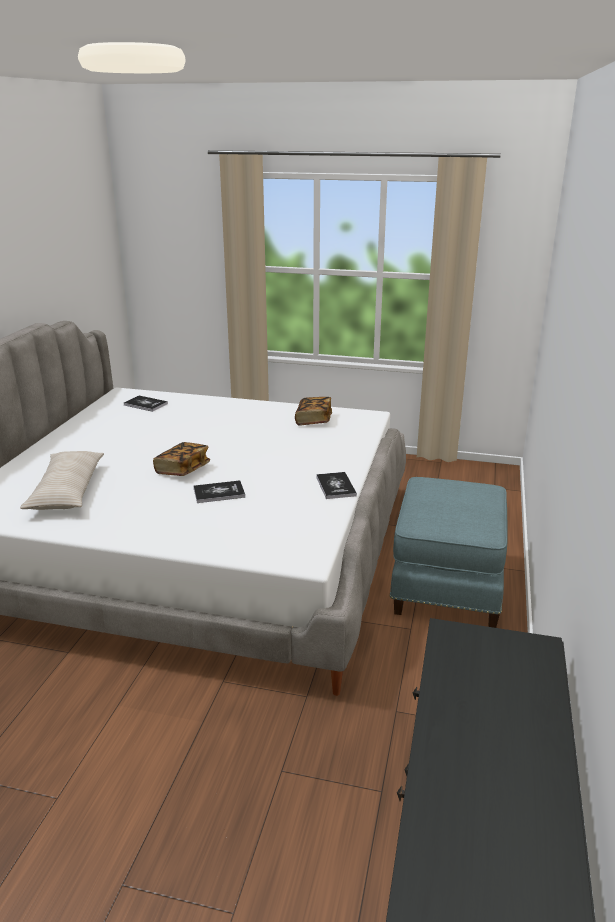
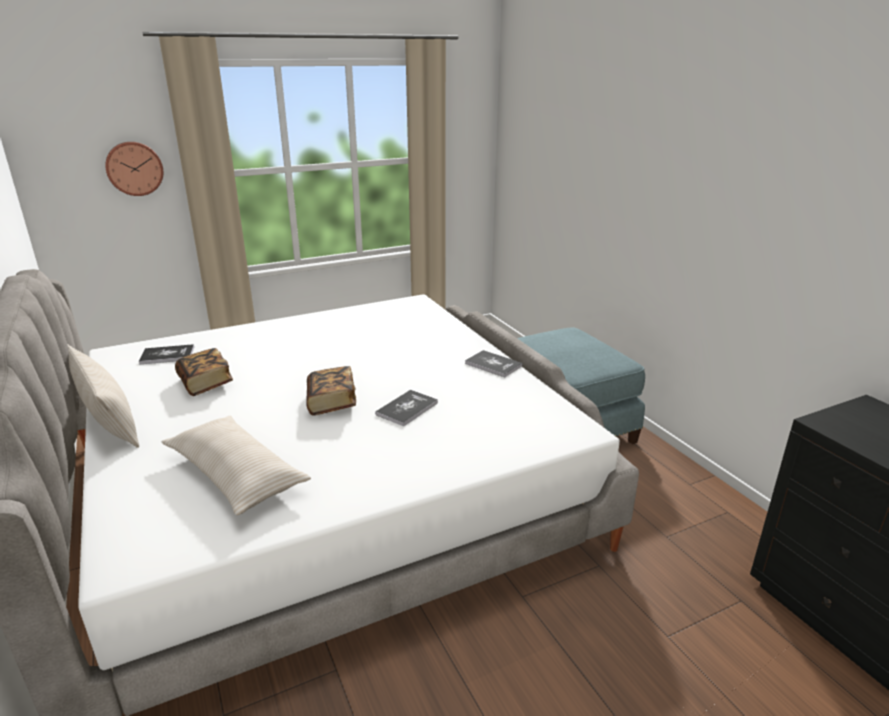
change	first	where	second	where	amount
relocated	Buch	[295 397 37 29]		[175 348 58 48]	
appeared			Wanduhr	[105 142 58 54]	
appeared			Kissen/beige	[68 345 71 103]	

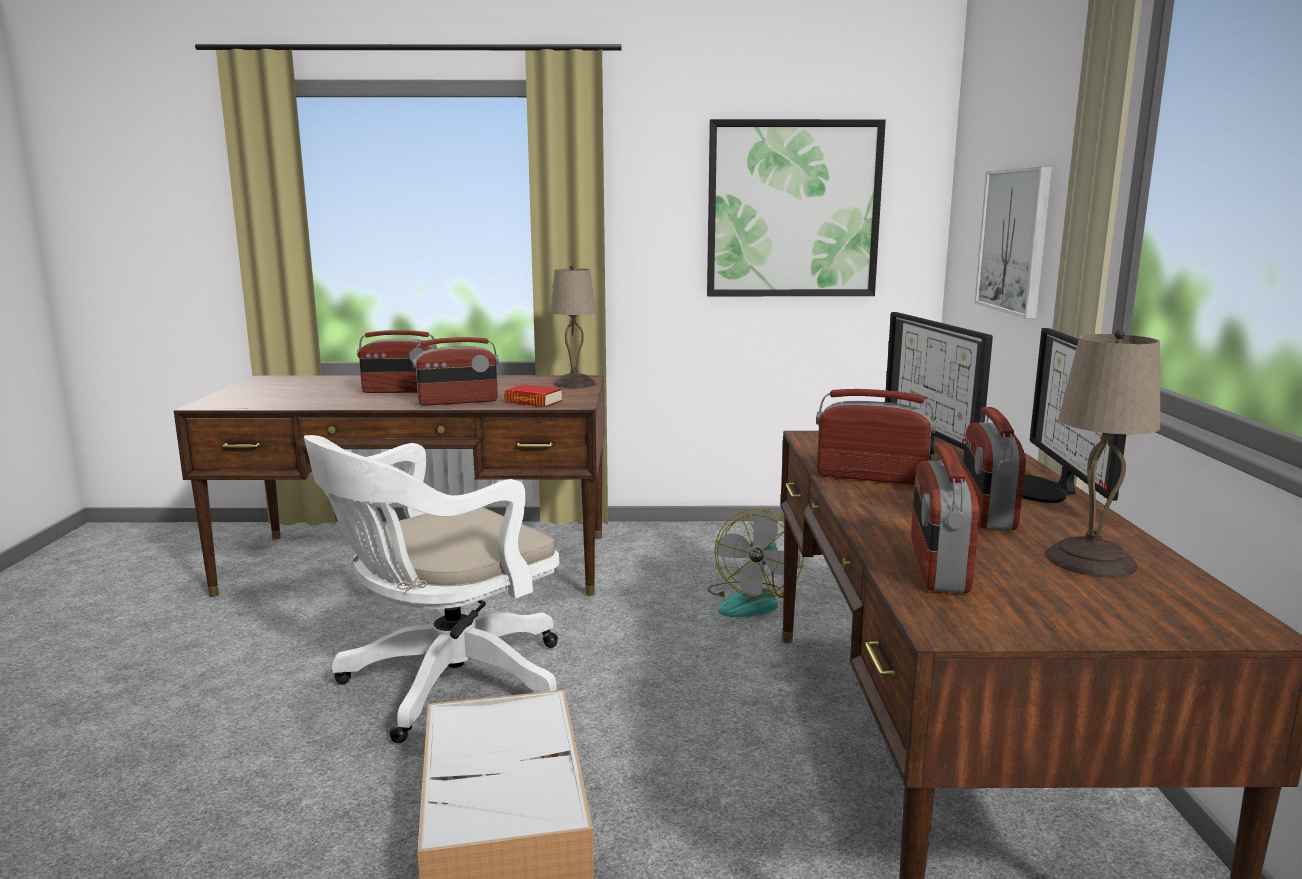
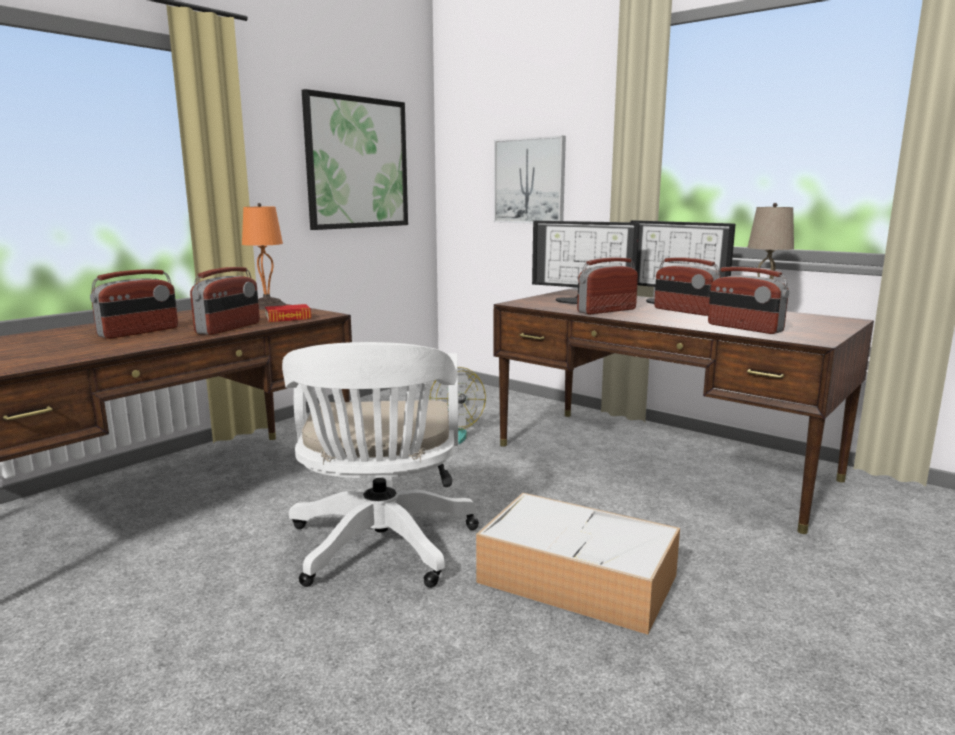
change	first	where	second	where	amount
colour	Tischlampe/beige	[550 265 46 123]	Tischlampe/orange	[242 203 44 107]	

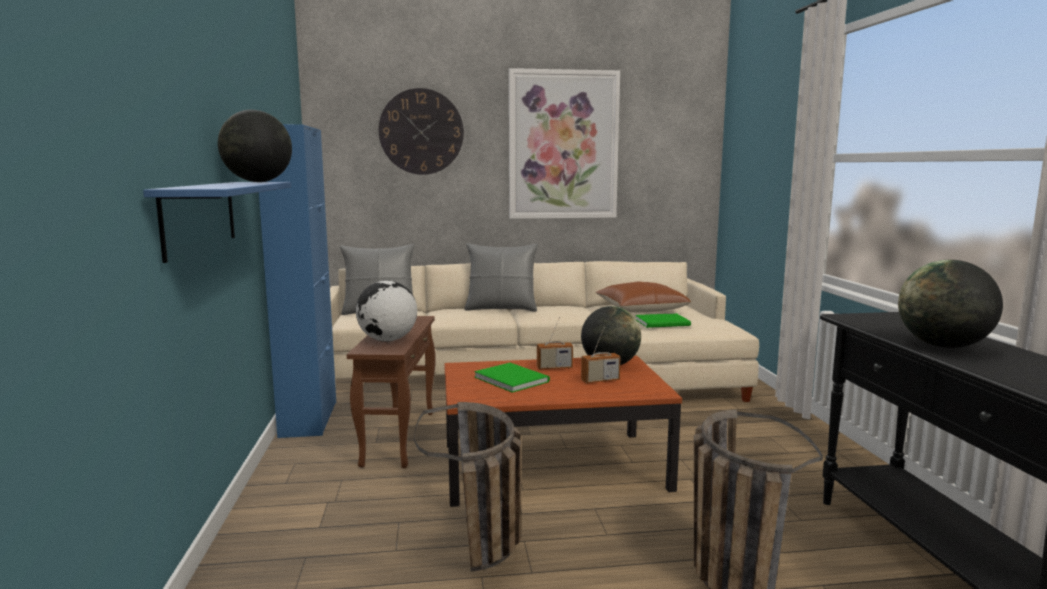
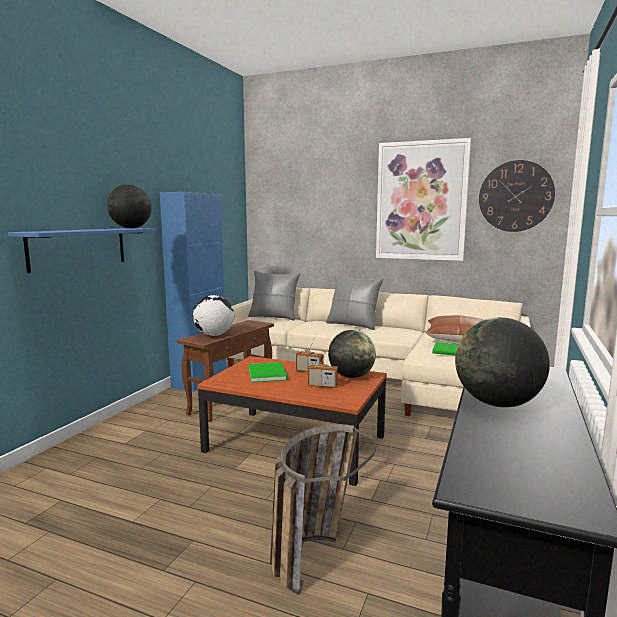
change	first	where	second	where	amount
relocated	Wanduhr	[379 88 85 87]		[479 160 76 72]	
missing	Korb	[414 402 107 170]			

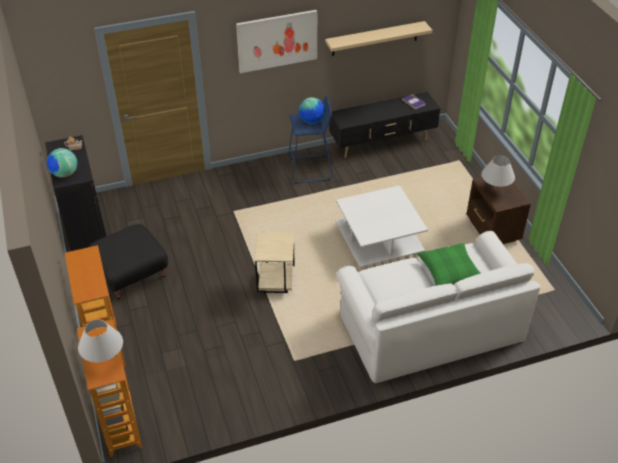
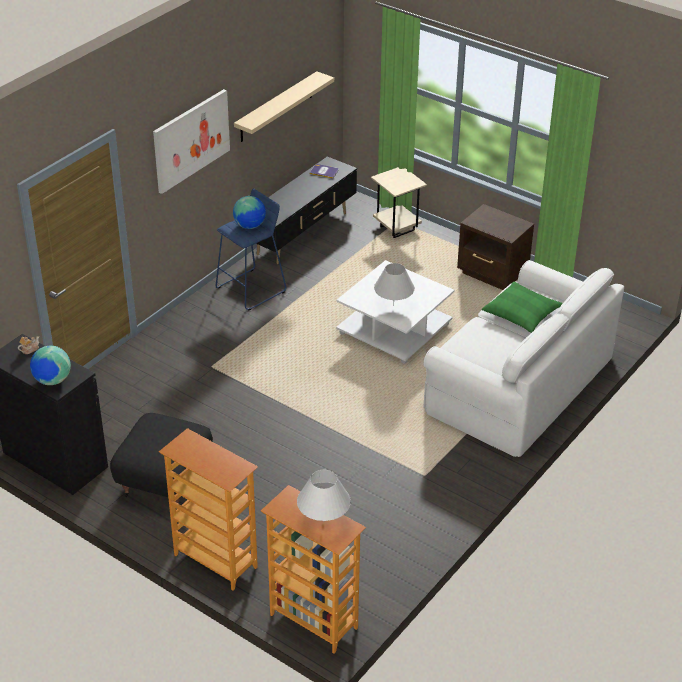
change	first	where	second	where	amount
relocated	Tischlampe/weiß	[481 155 34 35]		[374 263 41 43]	
relocated	Beistelltisch/beige	[254 232 41 61]		[371 167 56 71]	

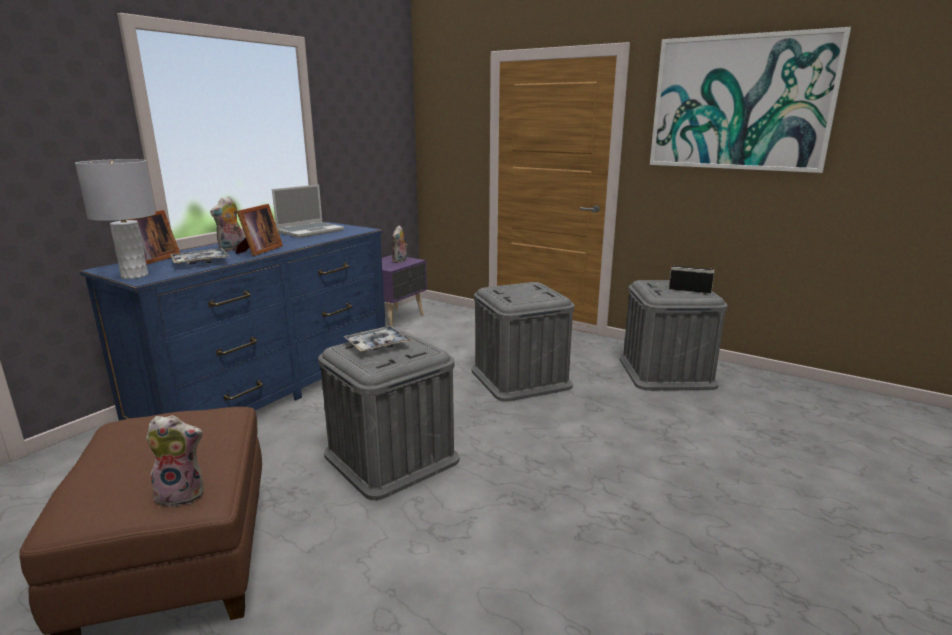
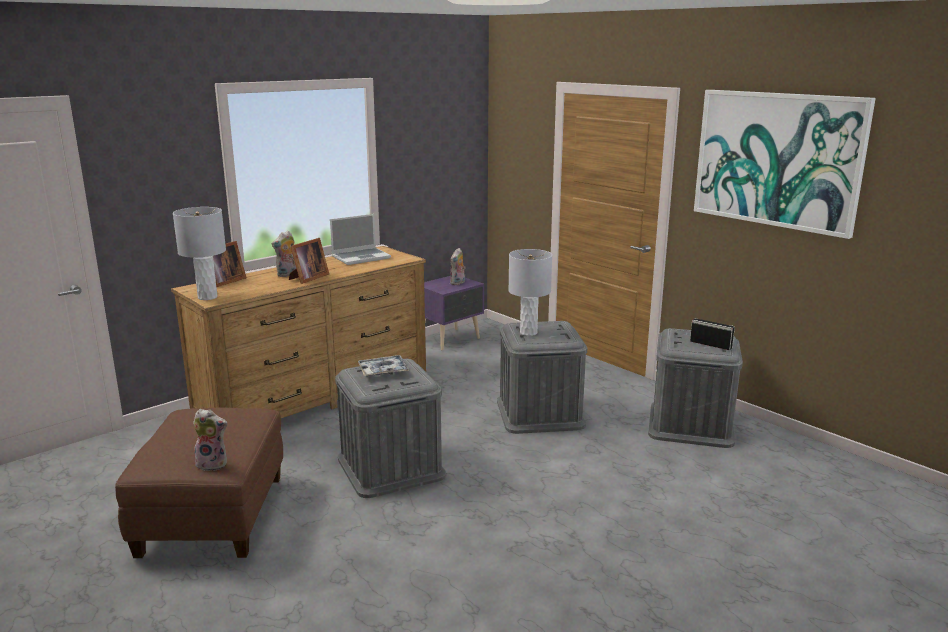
change	first	where	second	where	amount
colour	Kommode/blau	[80 222 305 199]	Kommode/braun	[171 246 255 172]	
missing	Tablett	[170 248 59 17]			
appeared			Tischlampe/grau	[508 249 44 87]	

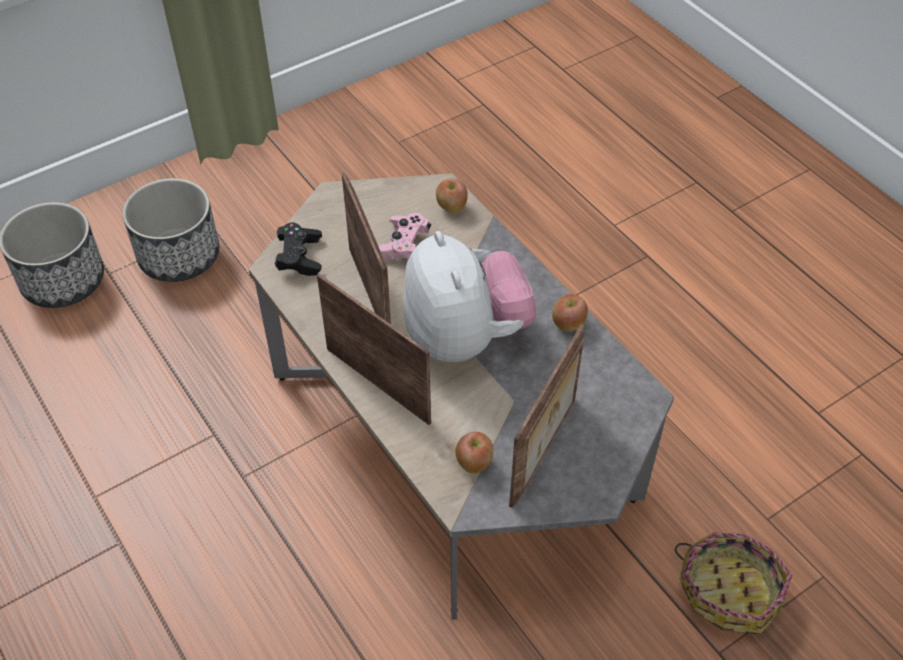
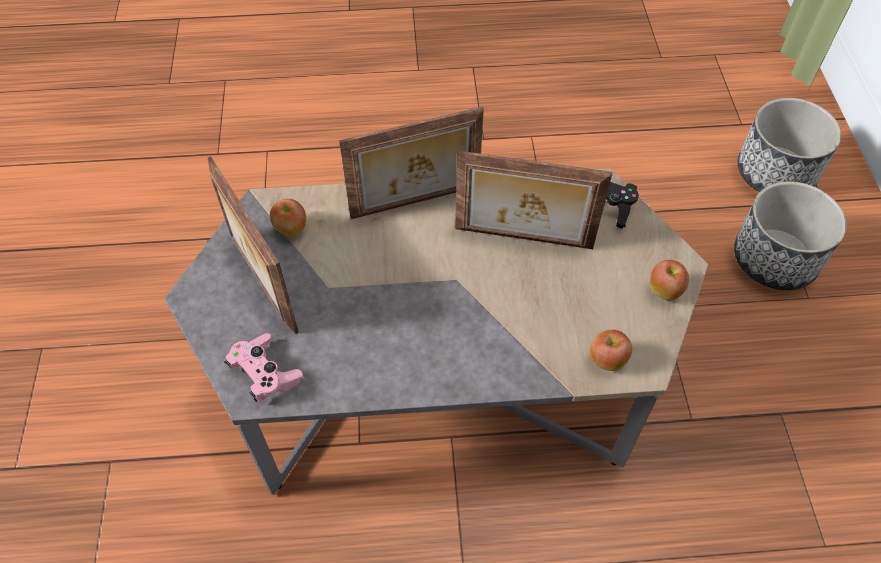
change	first	where	second	where	amount
relocated	Gamepad/rosa	[378 213 53 47]		[225 333 79 70]	
missing	Plüschtier	[403 231 133 131]			
relocated	Apfel	[552 294 36 37]		[650 260 39 40]	
missing	Korb	[675 532 117 103]			

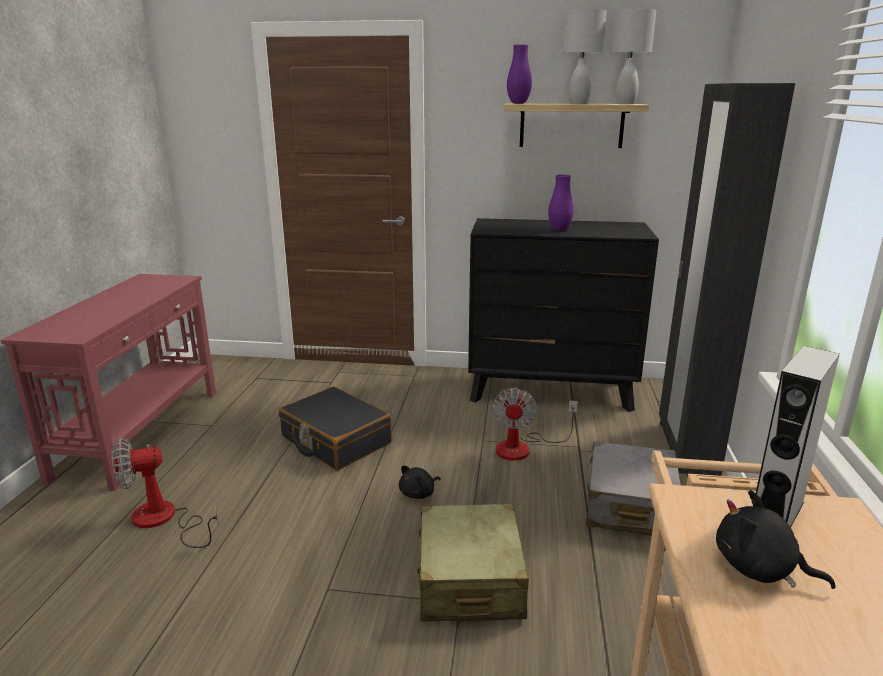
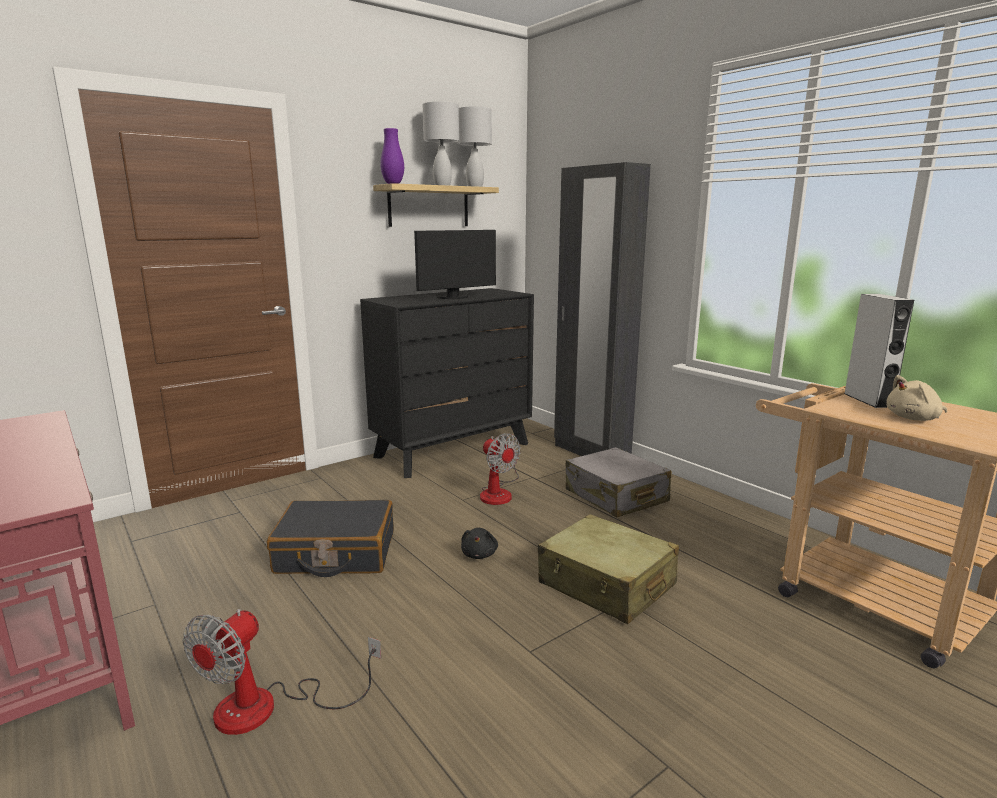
change	first	where	second	where	amount
exchanged	Vase/lila	[548 175 26 56]	Monitor	[414 230 82 69]	
colour	Plüschtier/schwarz	[716 490 120 99]	Plüschtier/beige	[886 375 62 46]	

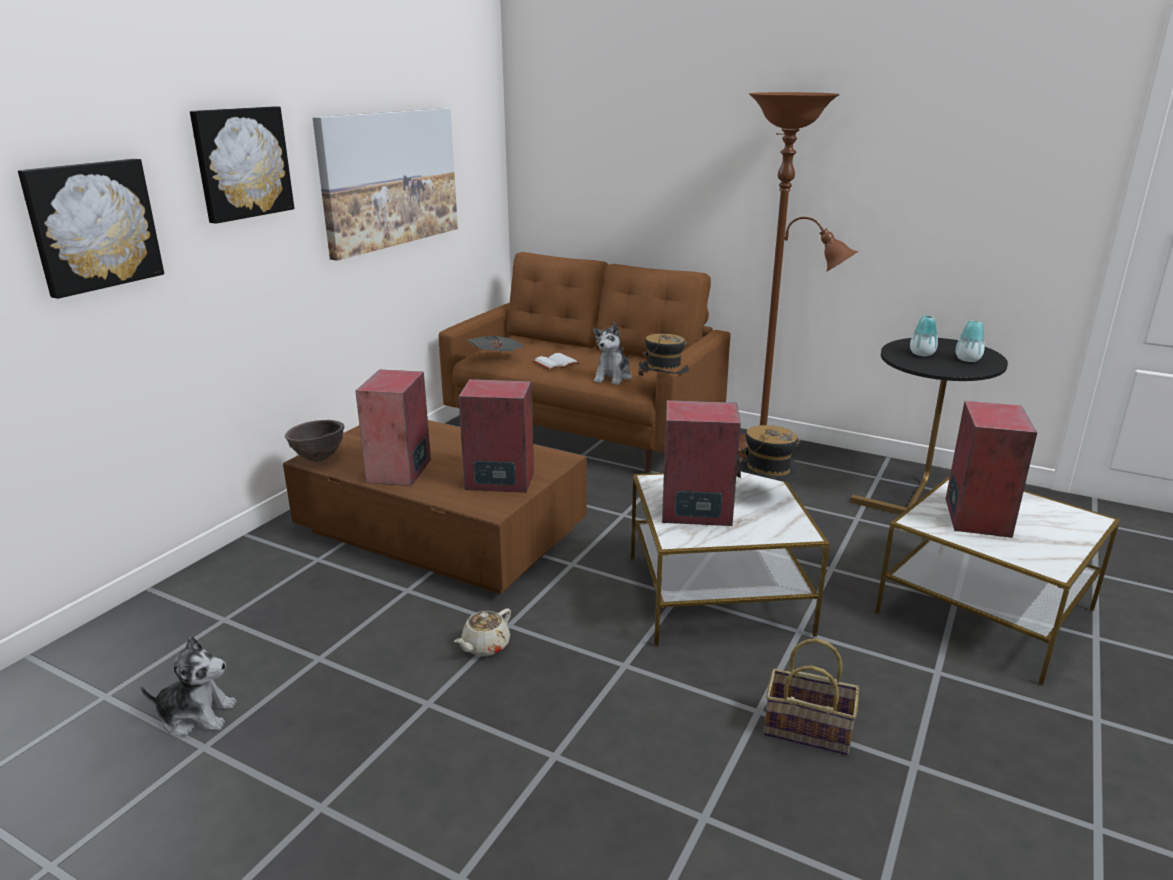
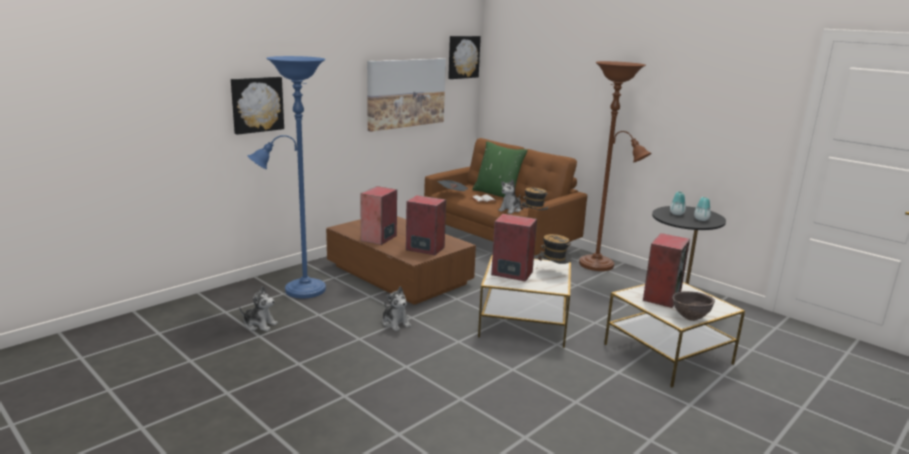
change	first	where	second	where	amount
relocated	Bild	[190 106 104 118]		[448 36 33 43]	
relocated	Schüssel/braun	[285 420 59 42]		[672 291 43 30]	
exchanged	Teekanne/beige	[454 608 57 48]	Plüschtier	[382 286 29 45]	
missing	Korb	[764 638 95 117]			
appeared			Stehlampe/blau	[247 56 79 242]	
appeared			Kissen/grün	[473 141 55 56]	

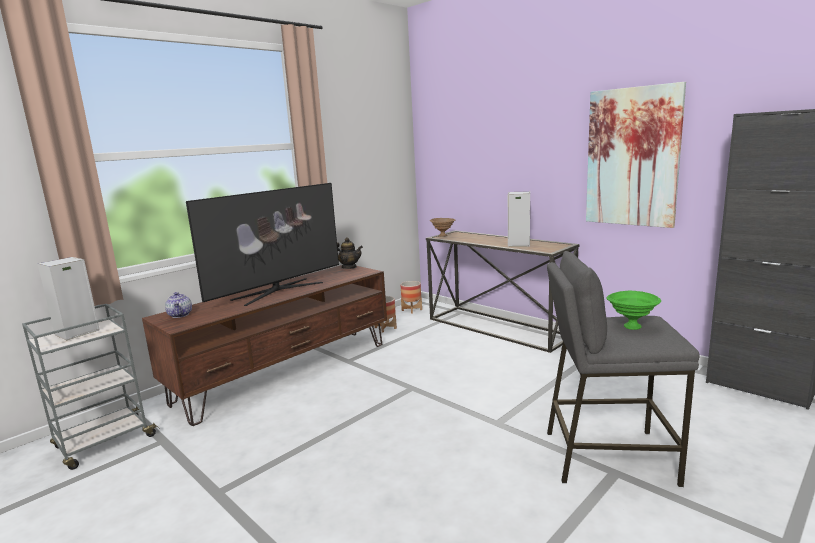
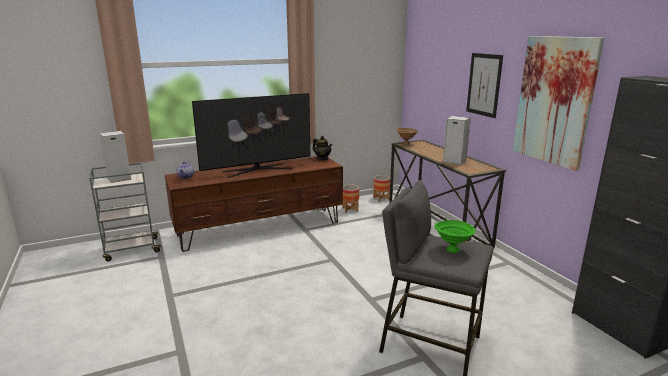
change	first	where	second	where	amount
appeared			Bild	[466 53 37 65]	

